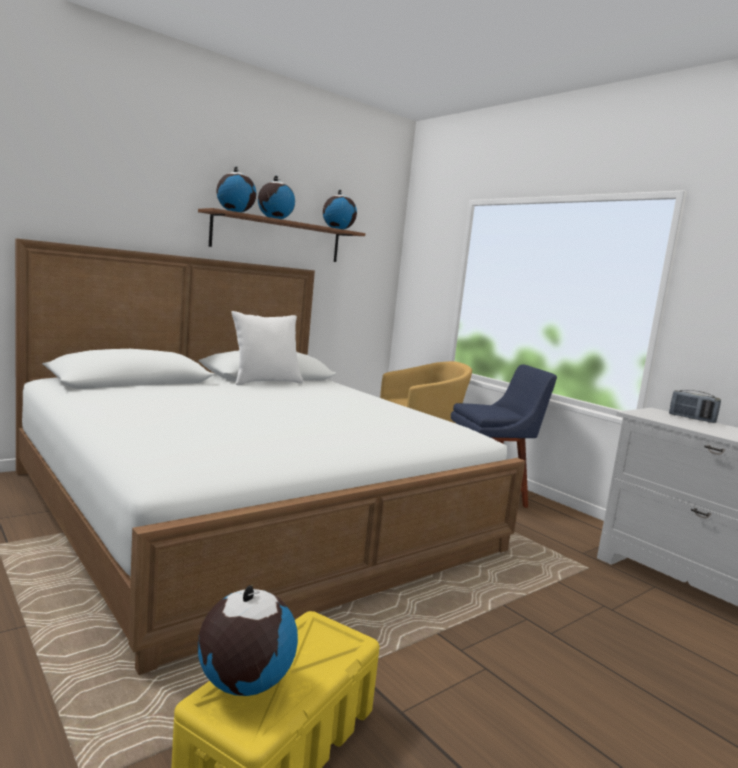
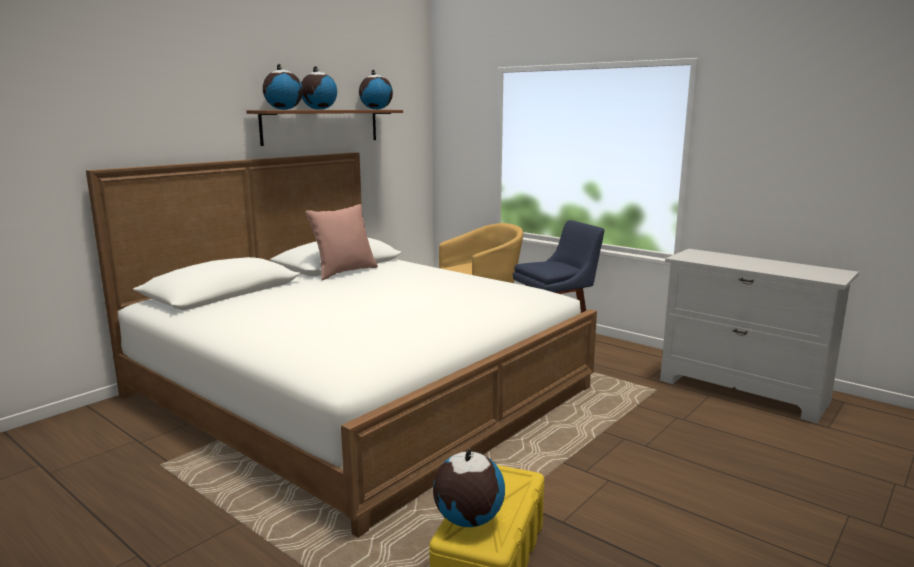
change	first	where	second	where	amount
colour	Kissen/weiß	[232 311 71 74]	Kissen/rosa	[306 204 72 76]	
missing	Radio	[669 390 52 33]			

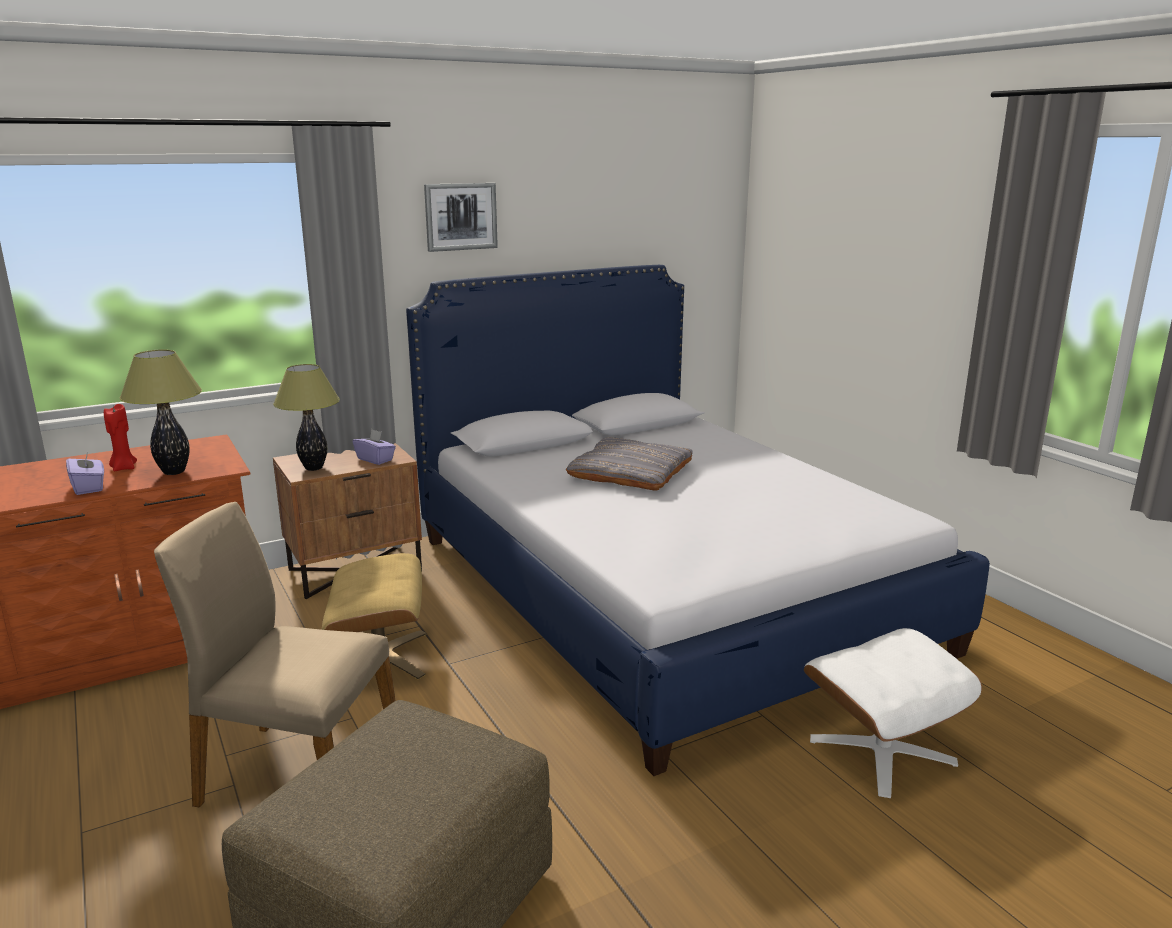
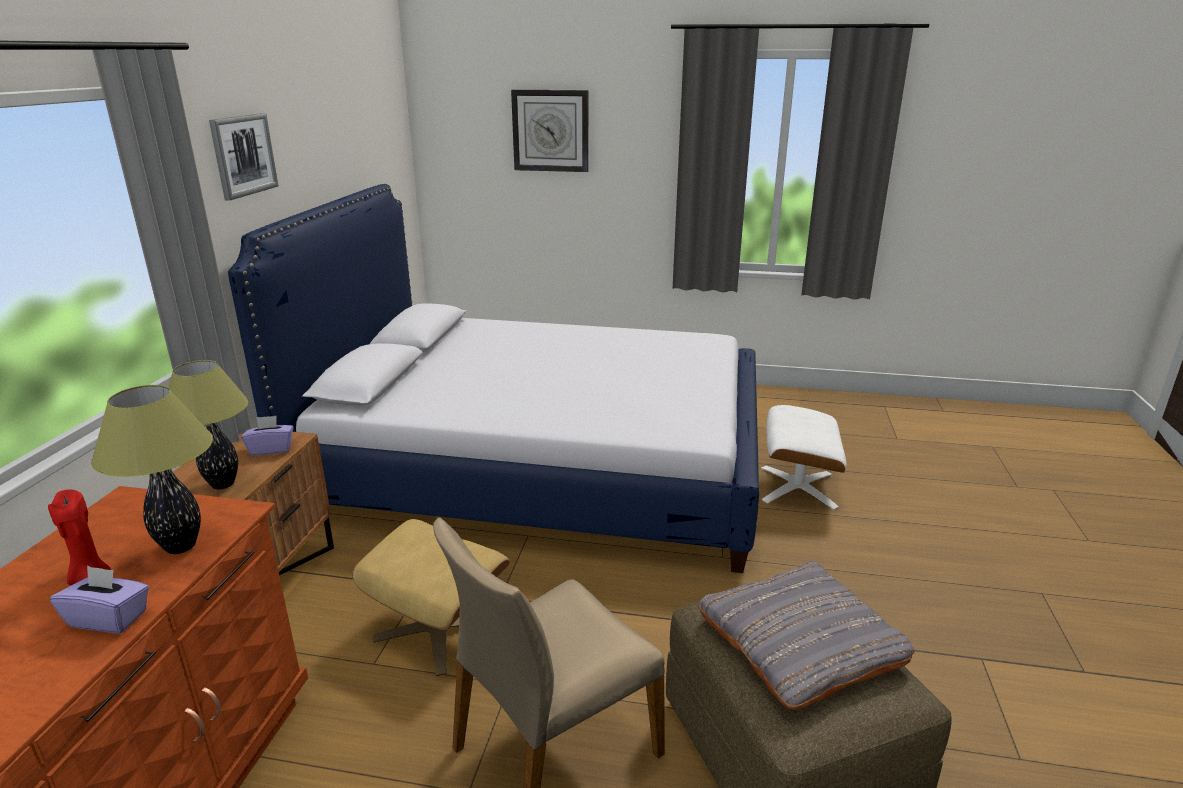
change	first	where	second	where	amount
relocated	Kissen/grau	[566 438 127 53]		[698 561 217 149]	
appeared			Wanduhr	[511 90 78 82]	

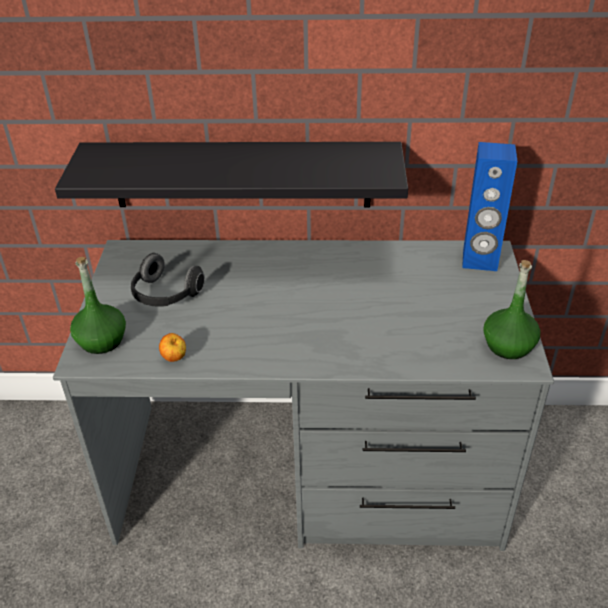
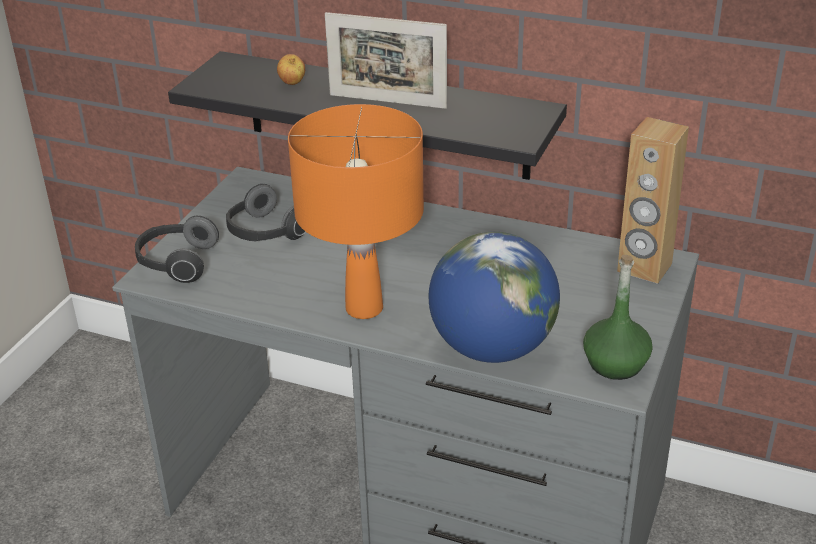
change	first	where	second	where	amount
colour	Lautsprecher/blau	[462 142 55 129]	Lautsprecher/braun	[617 117 72 167]	
exchanged	Flasche/grün	[70 257 56 97]	Kopfhörer	[135 216 84 67]	
relocated	Apfel	[159 333 27 29]		[277 54 28 31]	
appeared			Bilderrahmen	[325 12 122 97]	
appeared			Tischlampe/orange	[288 104 136 215]	
appeared			Globus	[429 232 131 131]	

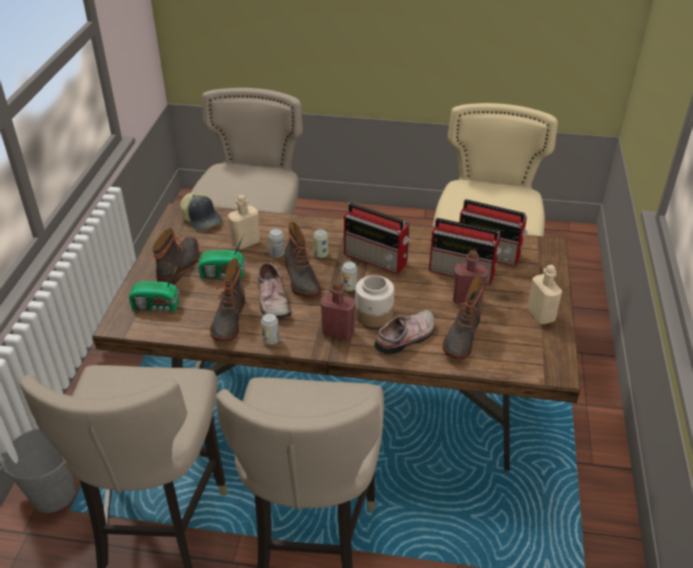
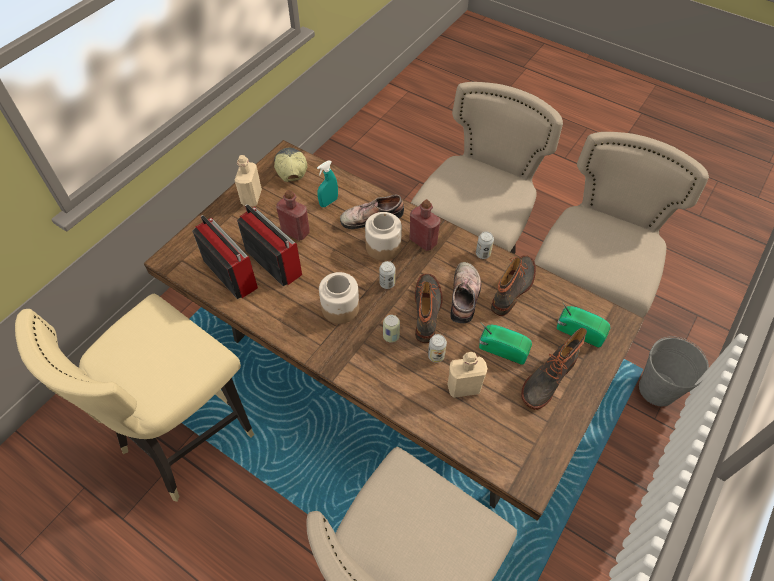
change	first	where	second	where	amount
relocated	Kappe	[180 193 43 39]		[274 147 33 35]	
exchanged	Radio	[344 203 66 71]	Vorratsglas	[319 272 40 52]	
exchanged	Stiefel	[443 276 40 84]	Sprühflasche/türkis	[317 160 21 47]	

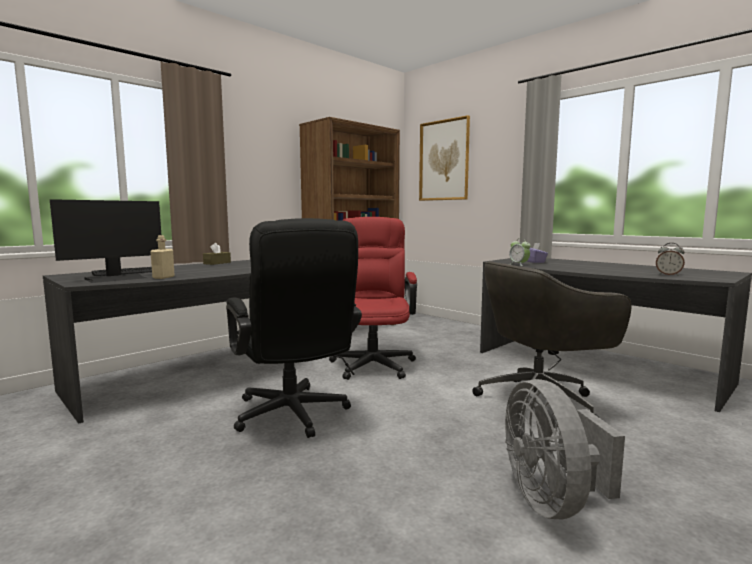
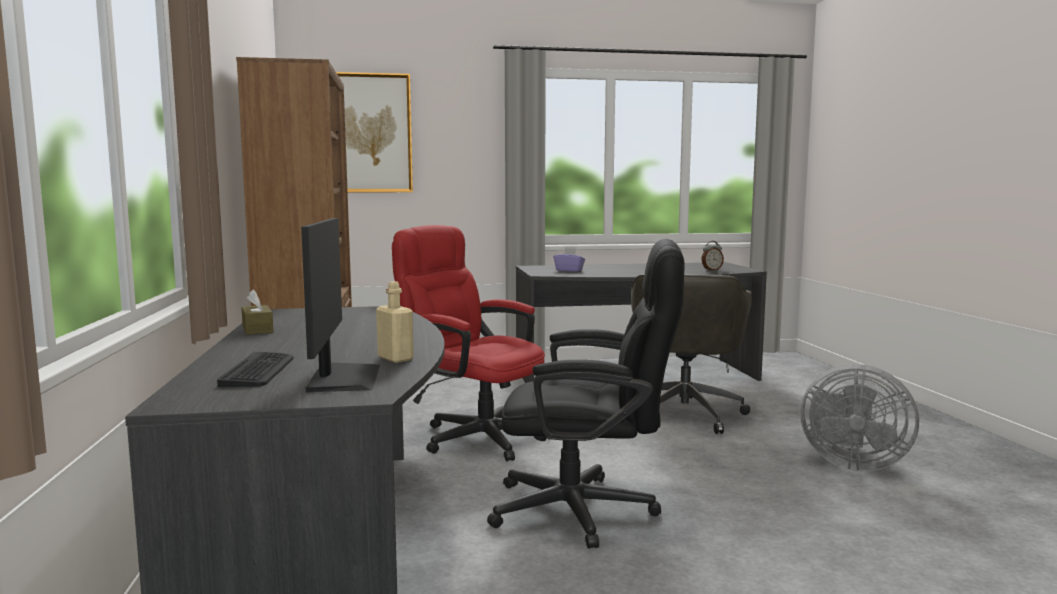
change	first	where	second	where	amount
missing	Wecker	[509 238 22 28]			

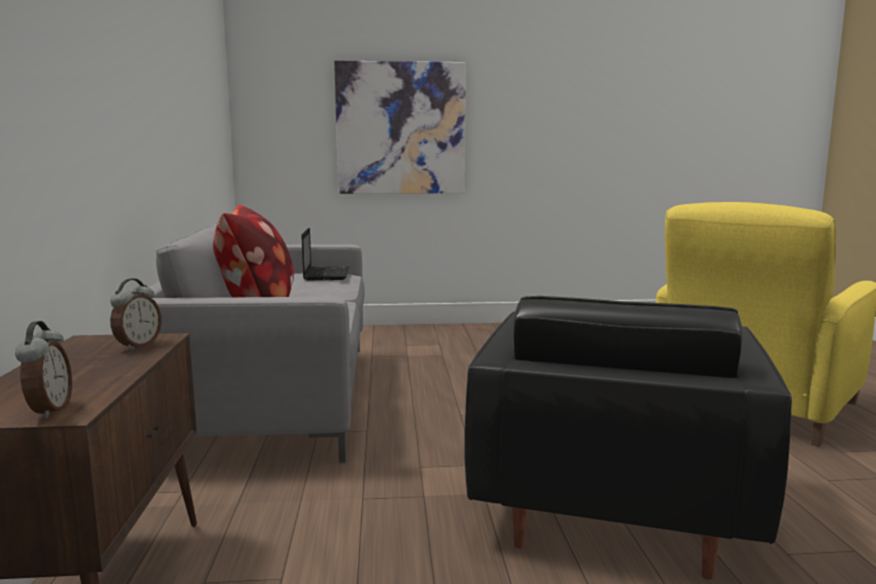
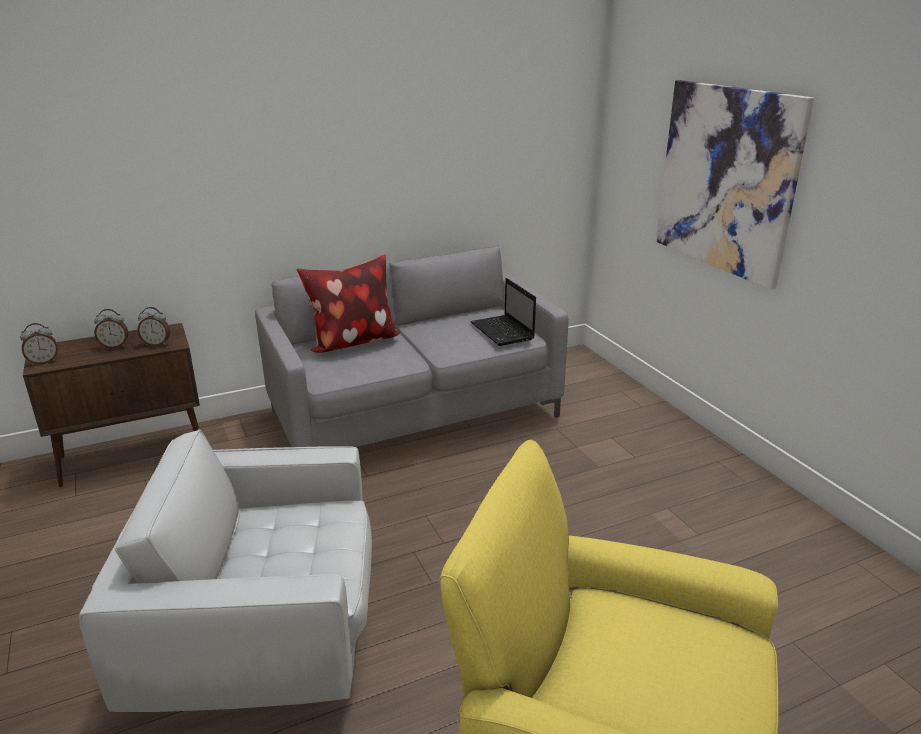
change	first	where	second	where	amount
spun	Laptop	[301 228 48 52]		[470 278 66 68]	90 degrees clockwise
colour	Sessel/schwarz	[464 296 328 284]	Sessel/weiß	[79 429 293 283]	
appeared			Wecker	[94 309 34 39]	

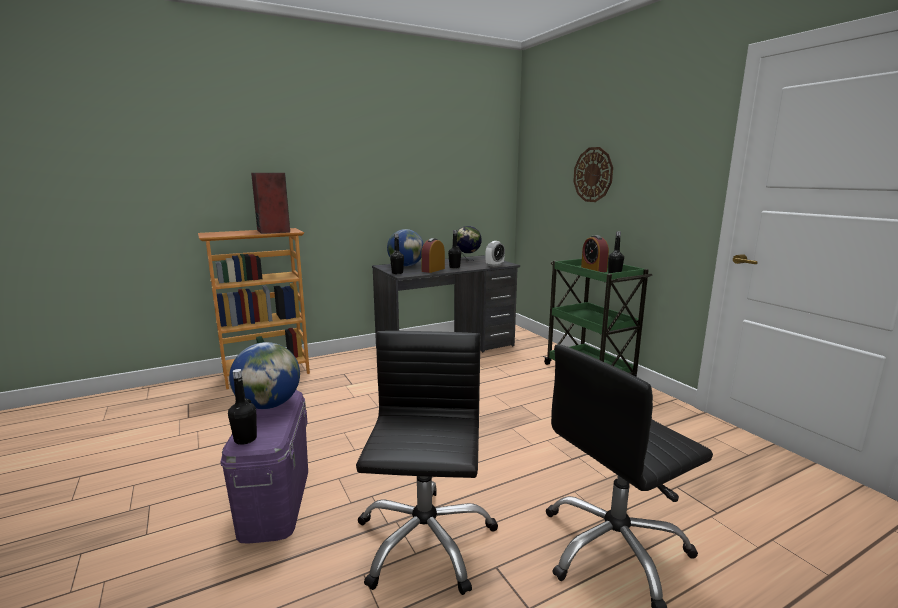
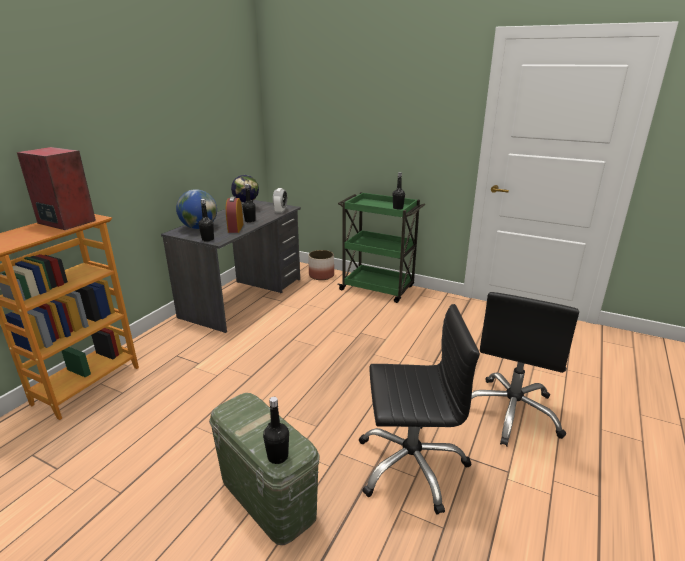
change	first	where	second	where	amount
missing	Wanduhr	[573 147 40 55]			
missing	Wecker	[581 235 28 37]			
spun	Bürostuhl/schwarz	[356 331 142 264]		[359 304 121 211]	120 degrees clockwise
missing	Globus	[229 342 71 67]			
colour	Aufbewahrungsbox/lila	[221 390 87 154]	Aufbewahrungsbox/grün	[209 393 111 152]	
appeared			Pflanzkübel	[308 250 26 30]	

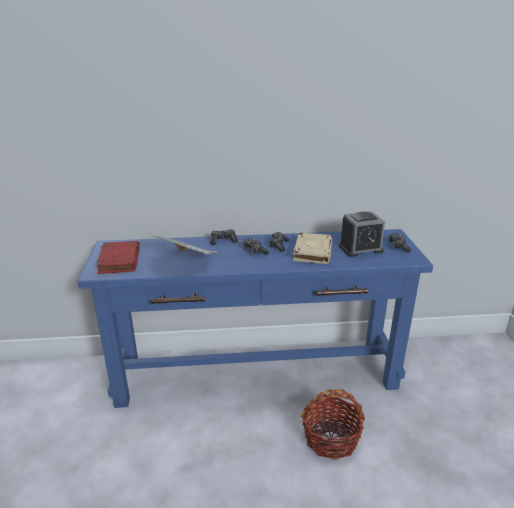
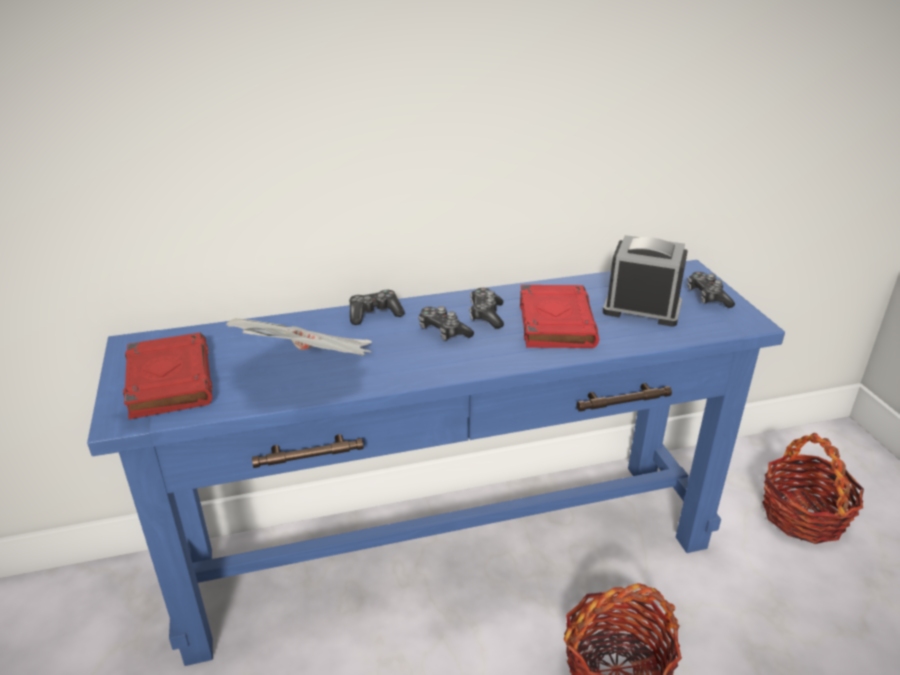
change	first	where	second	where	amount
spun	Wecker	[339 211 46 46]		[603 235 85 92]	135 degrees counterclockwise
colour	Buch/beige	[293 232 40 32]	Buch/rot	[520 285 79 63]	
appeared			Korb	[762 433 102 111]	

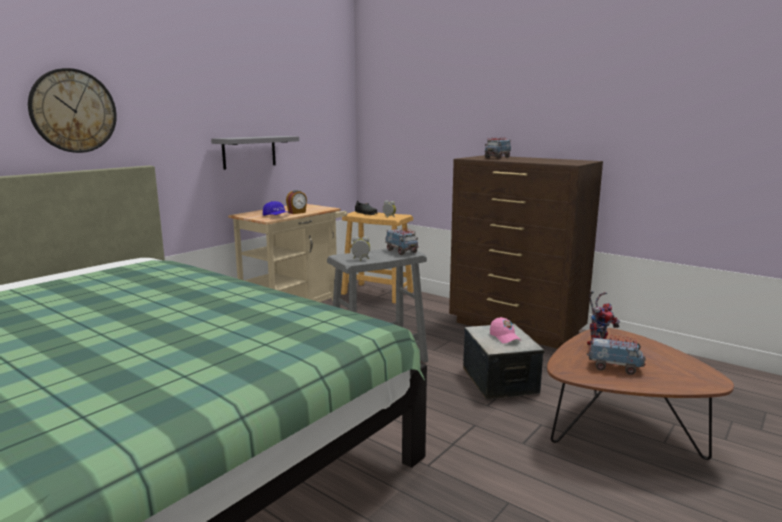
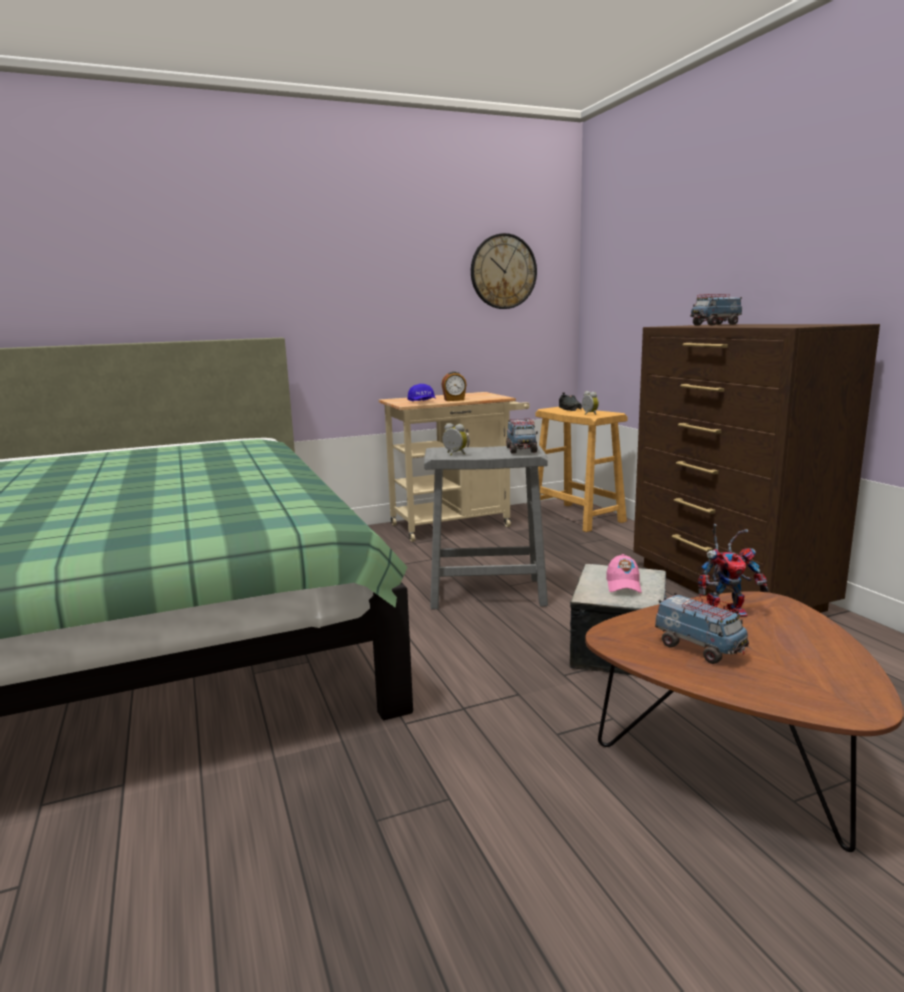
change	first	where	second	where	amount
relocated	Wanduhr	[28 68 89 85]		[471 233 66 76]	
missing	Wandregal/grau	[211 136 88 34]			

